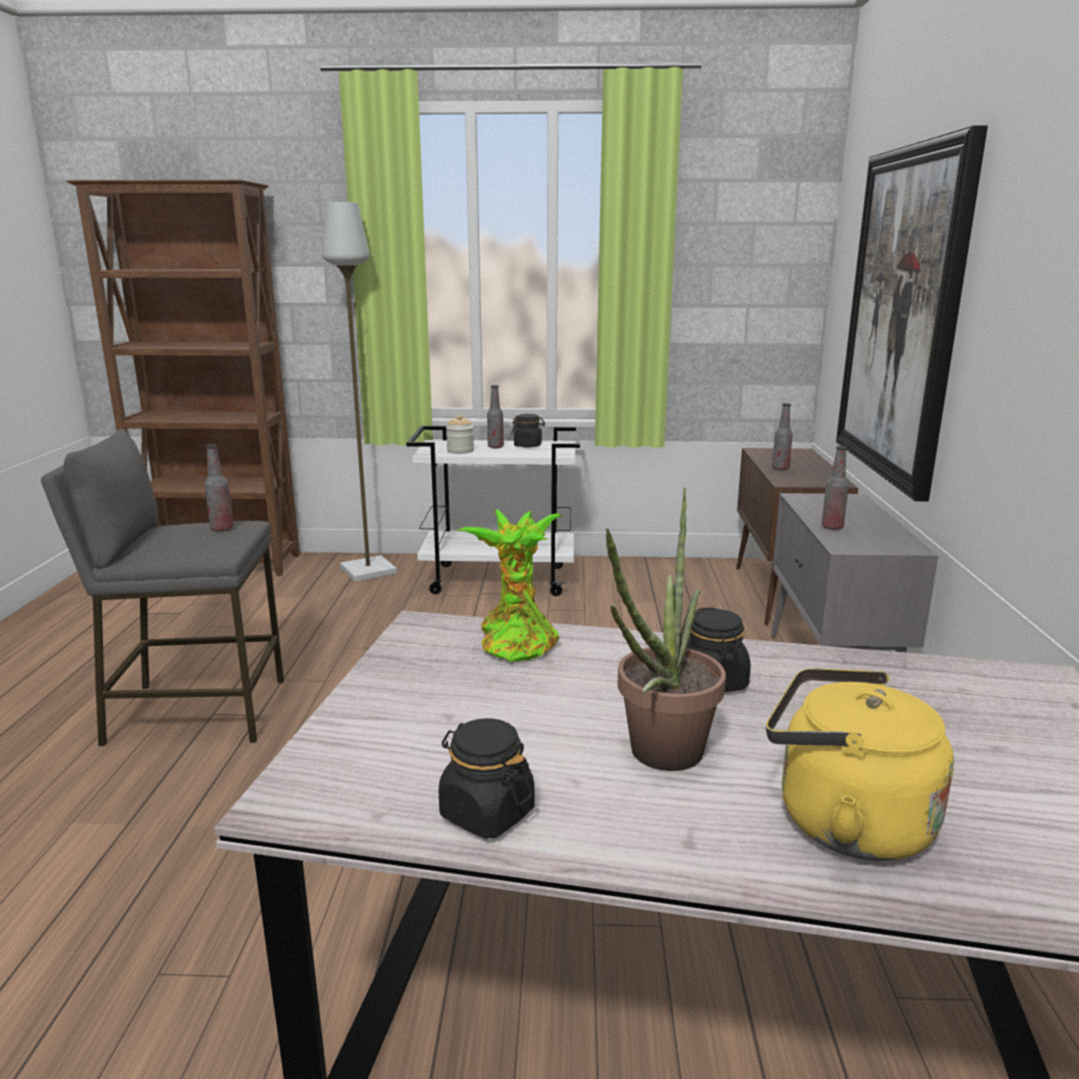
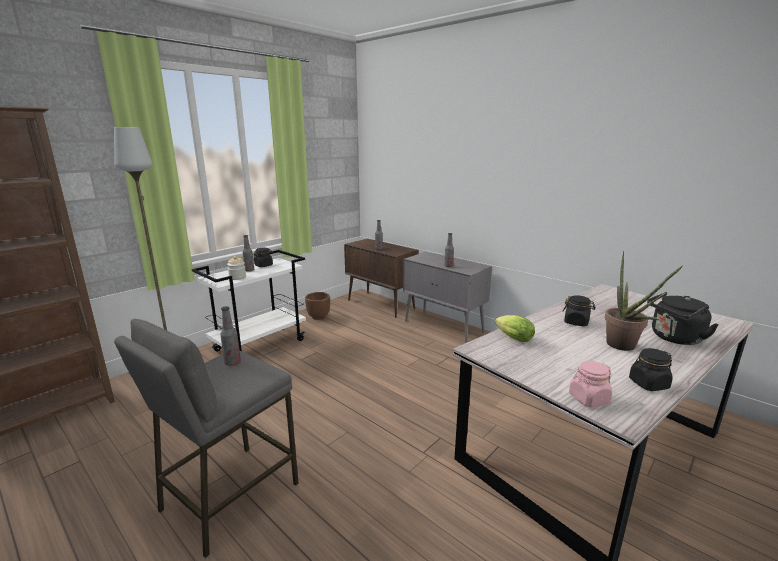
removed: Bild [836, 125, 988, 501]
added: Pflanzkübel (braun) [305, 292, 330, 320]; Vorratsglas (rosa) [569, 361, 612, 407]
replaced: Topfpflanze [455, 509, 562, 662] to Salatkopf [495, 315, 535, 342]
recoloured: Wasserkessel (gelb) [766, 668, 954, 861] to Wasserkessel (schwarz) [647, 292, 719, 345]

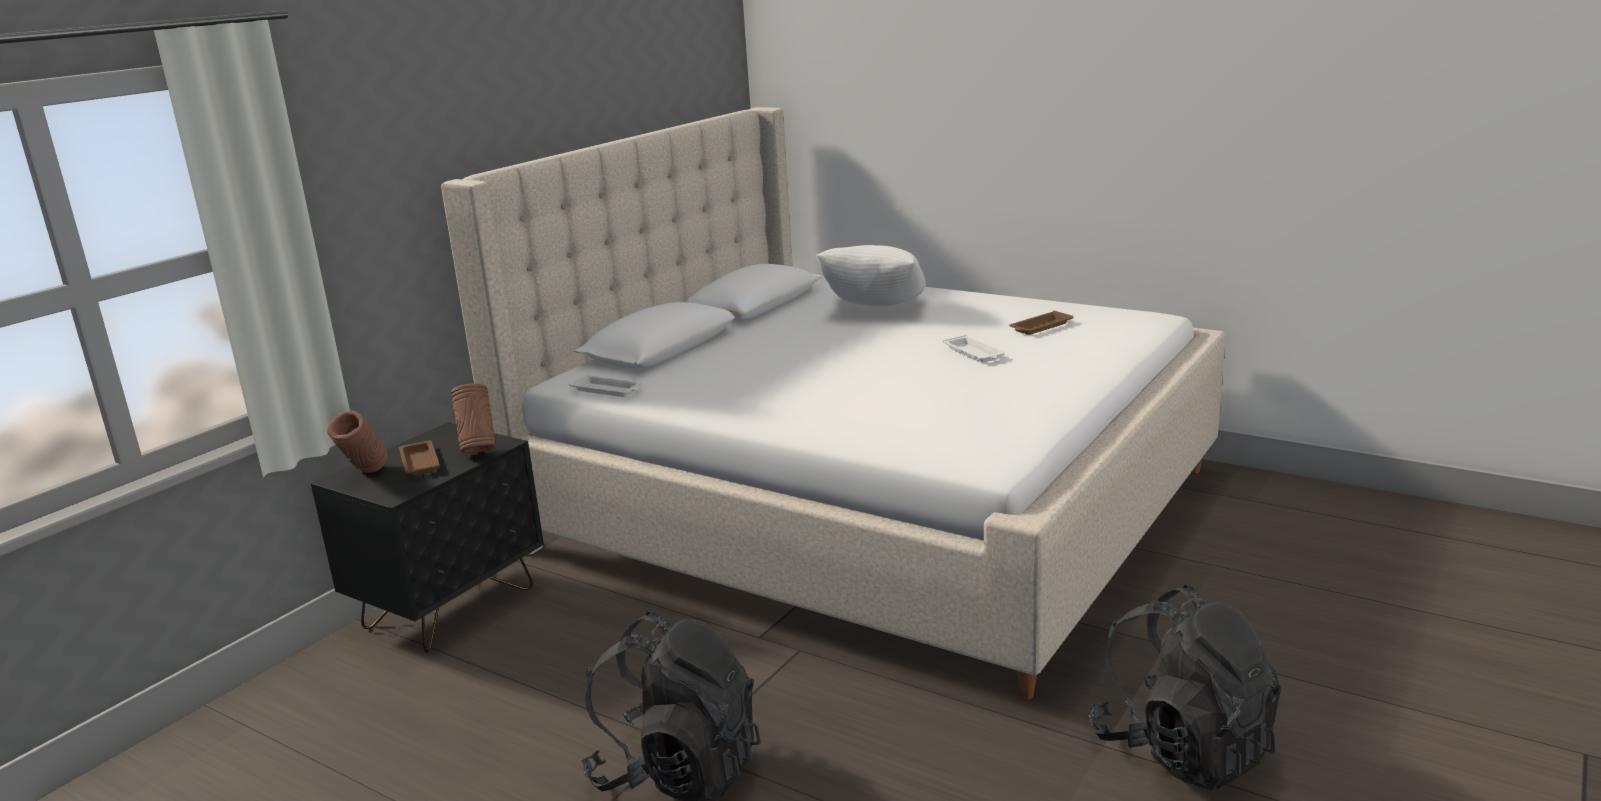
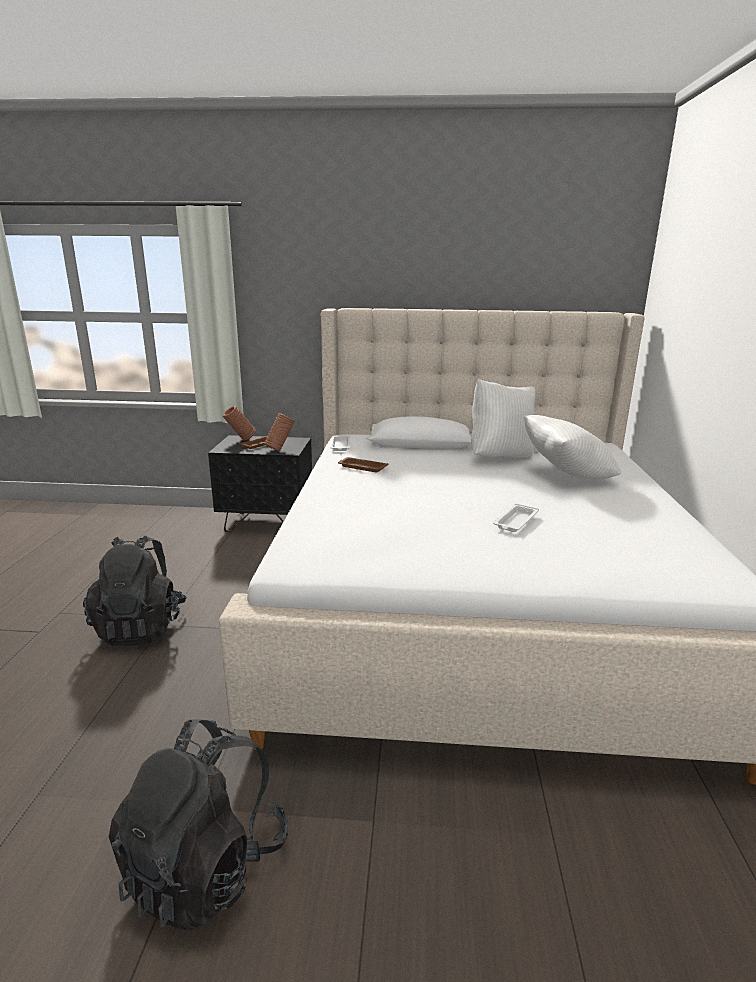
added: Kissen (weiß) [471, 379, 535, 458]
moved: Tablett (braun) [1009, 311, 1074, 335] to [338, 457, 389, 472]

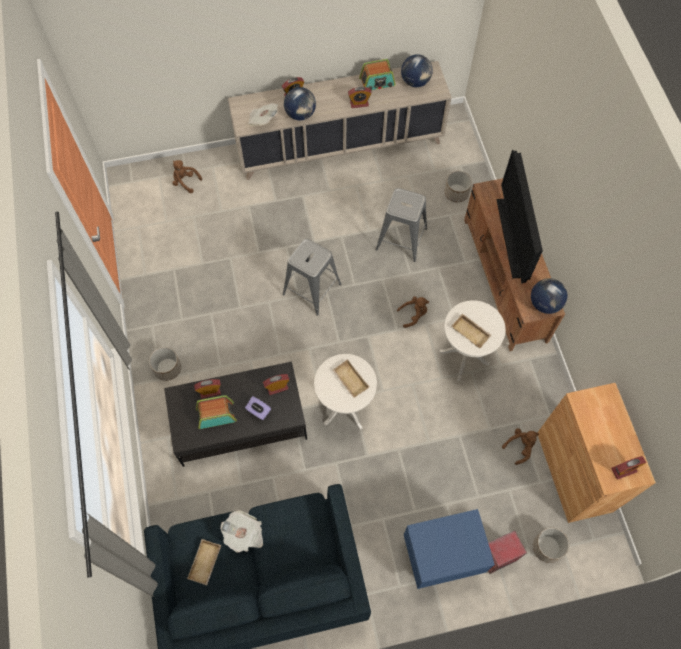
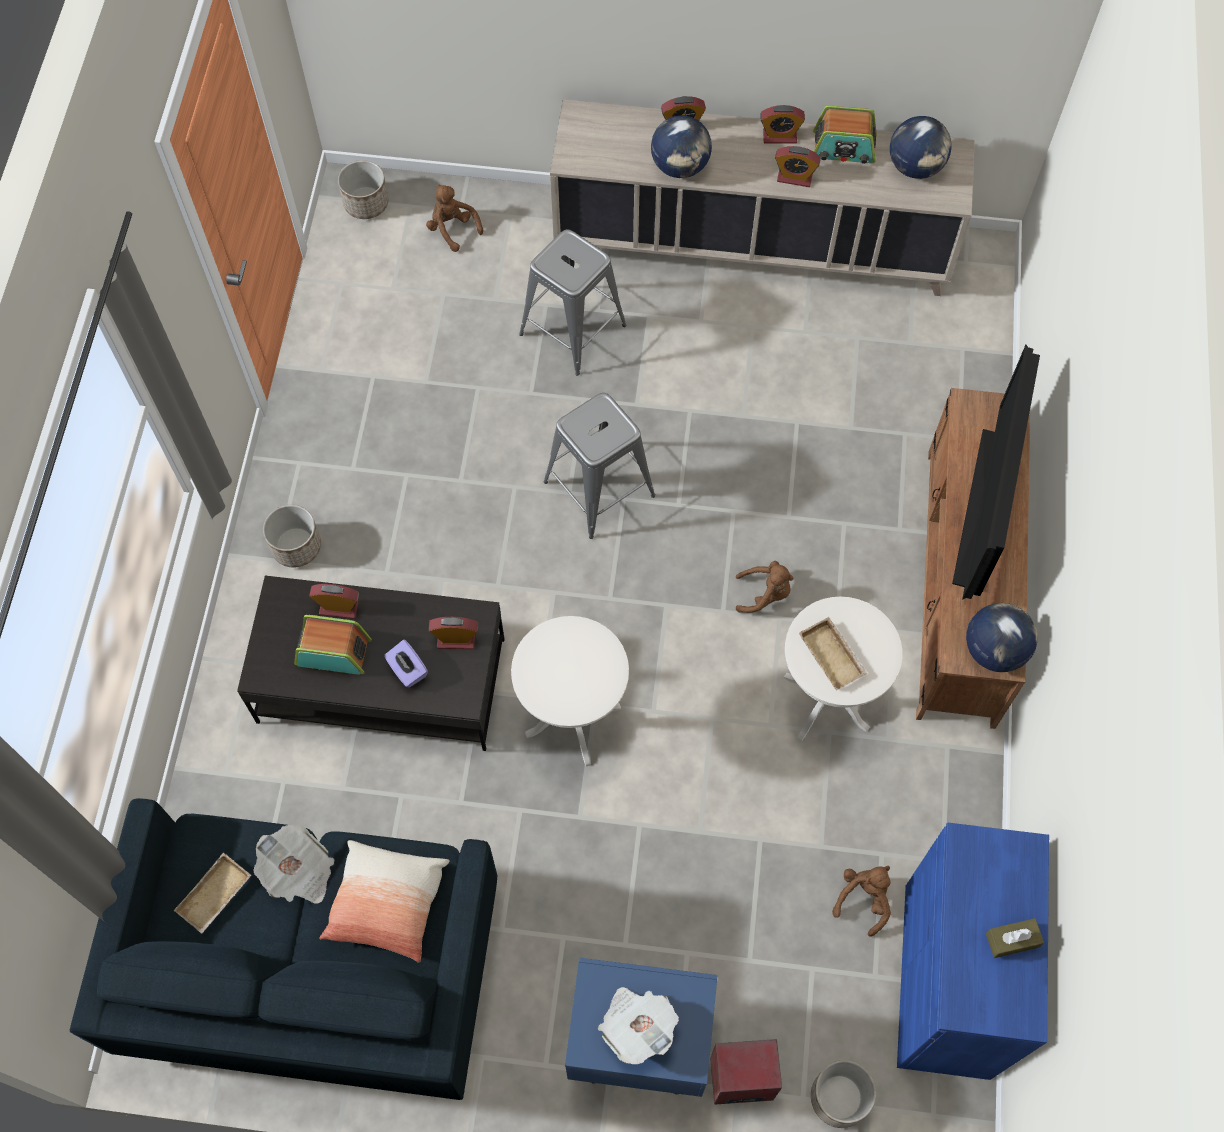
removed: Tablett (beige) [332, 359, 370, 398]
added: Kissen [319, 840, 450, 963]; Taschentuchbox (braun) [986, 918, 1044, 958]
moved: Pflanzkübel [445, 171, 472, 203] to [338, 160, 389, 219]; Hocker (grau) [376, 188, 427, 262] to [519, 229, 626, 376]; Zeitung [248, 103, 278, 126] to [598, 987, 679, 1064]; Wecker [611, 456, 646, 480] to [760, 105, 805, 144]
recoloured: Schrank (braun) [537, 383, 656, 523] to Schrank (blau) [897, 823, 1049, 1080]
turned: Plüschtier (braun) [502, 428, 539, 465] = [832, 866, 891, 937] 45 degrees counterclockwise

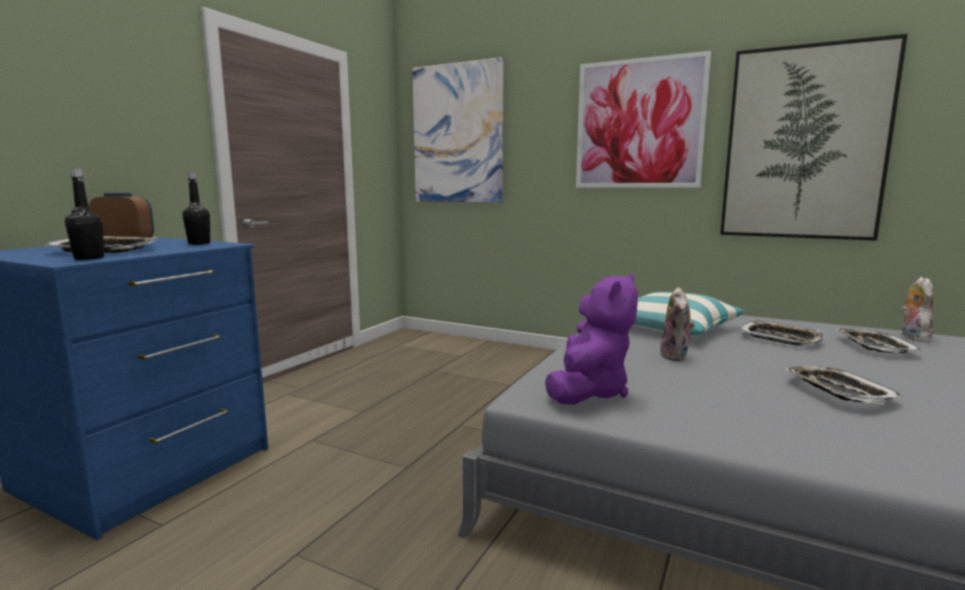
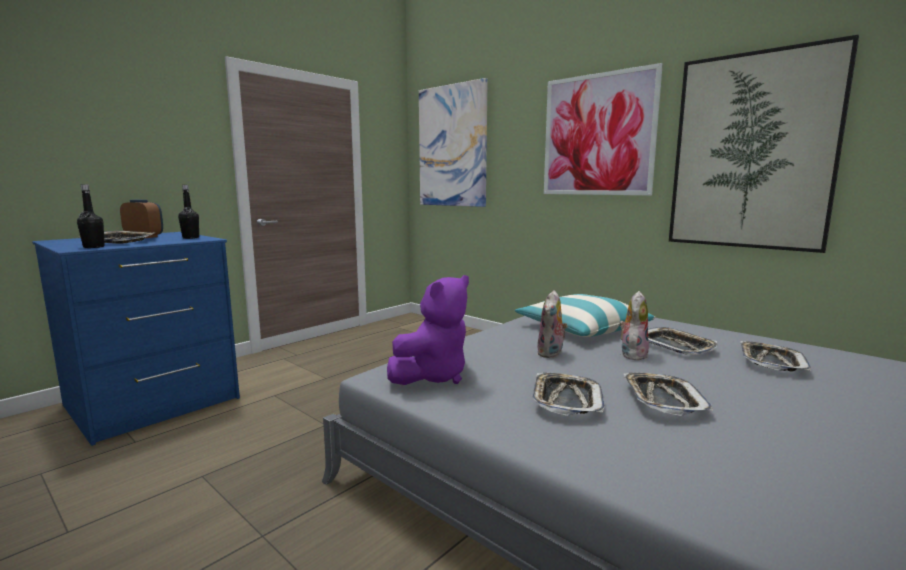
added: Tablett [533, 373, 605, 416]
moved: Plüschtier [901, 277, 934, 342] to [619, 291, 649, 360]

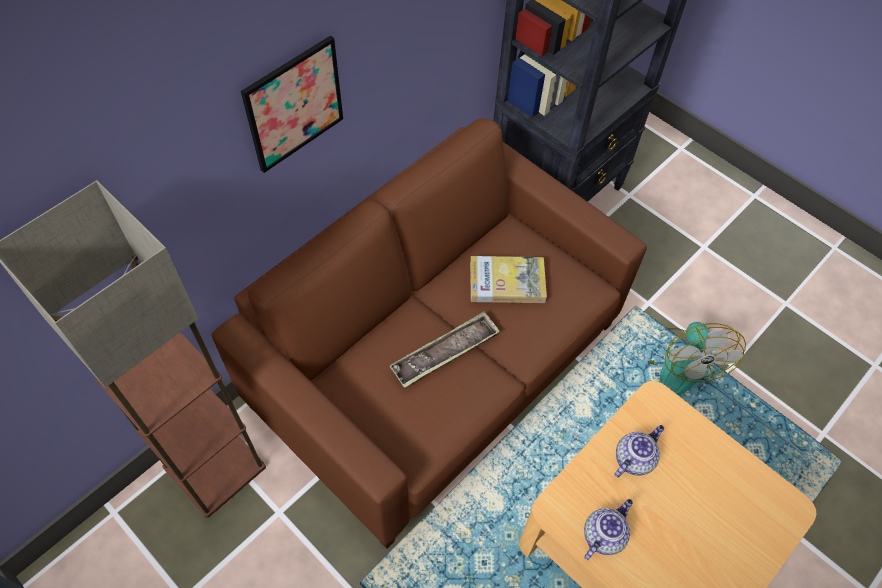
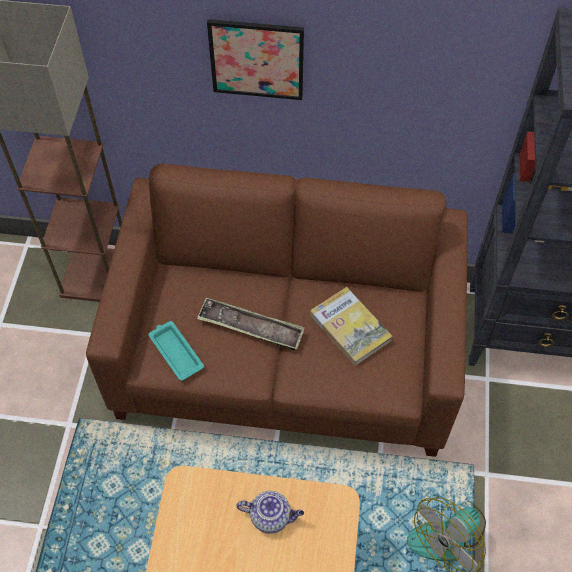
removed: Teekanne [584, 499, 633, 560]
added: Tablett (türkis) [148, 321, 204, 381]

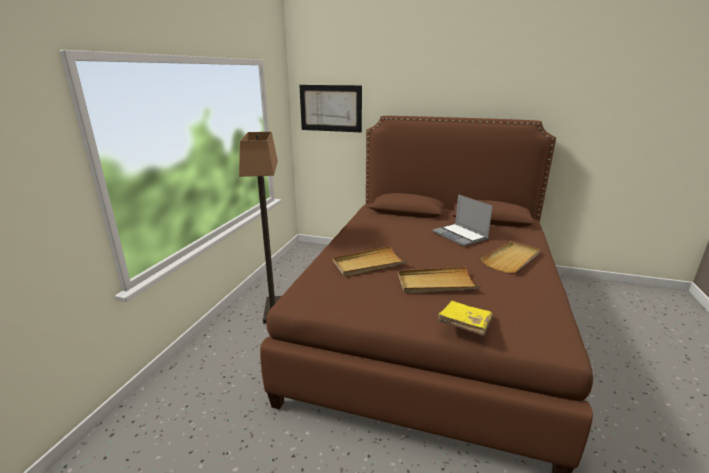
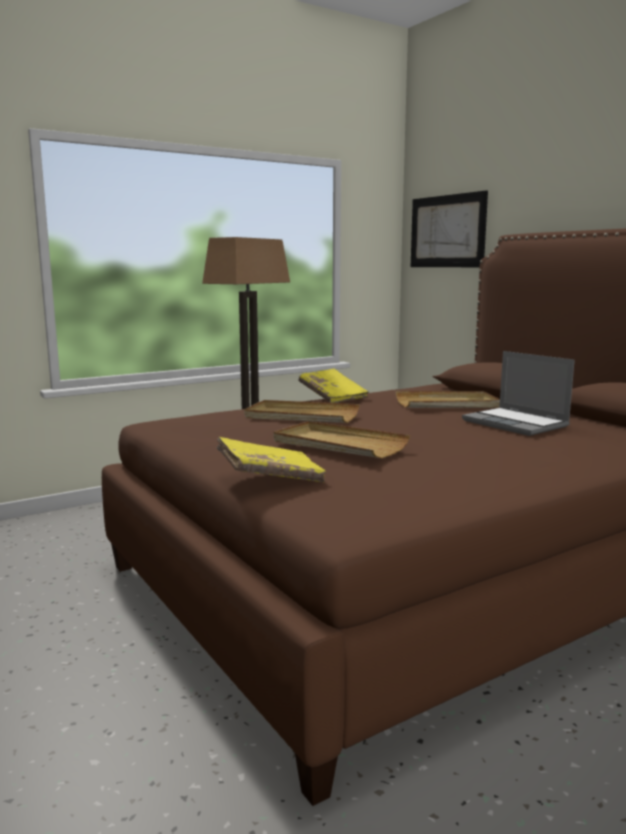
added: Buch (gelb) [298, 368, 369, 403]
moved: Tablett (beige) [481, 241, 540, 273] to [396, 391, 500, 408]
turned: Laptop [433, 194, 493, 246] = [462, 351, 575, 436] 45 degrees counterclockwise

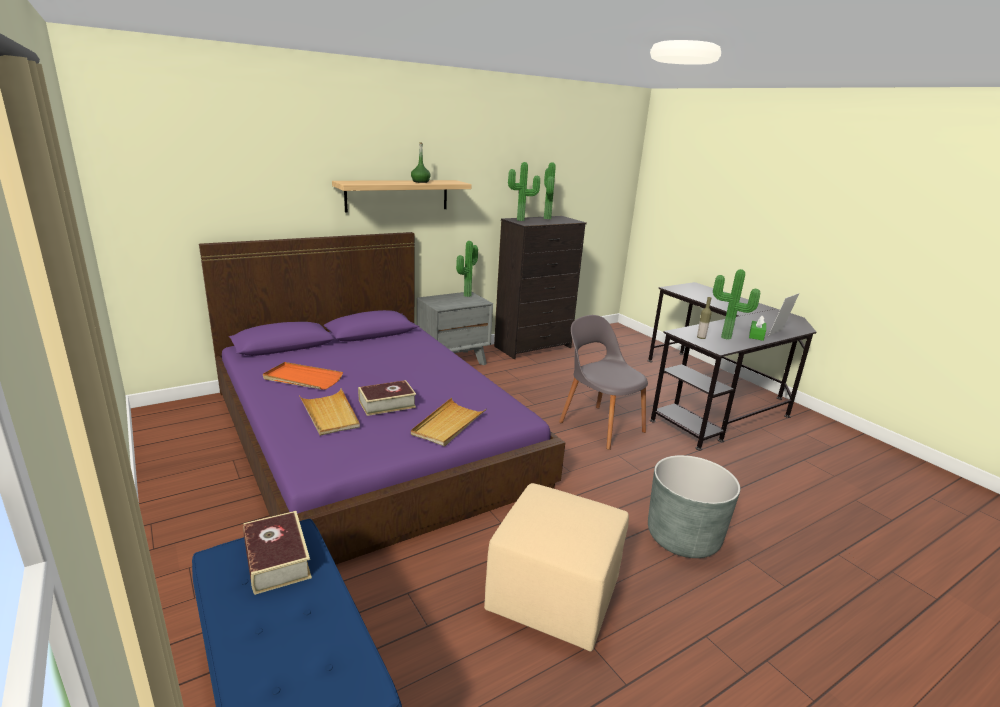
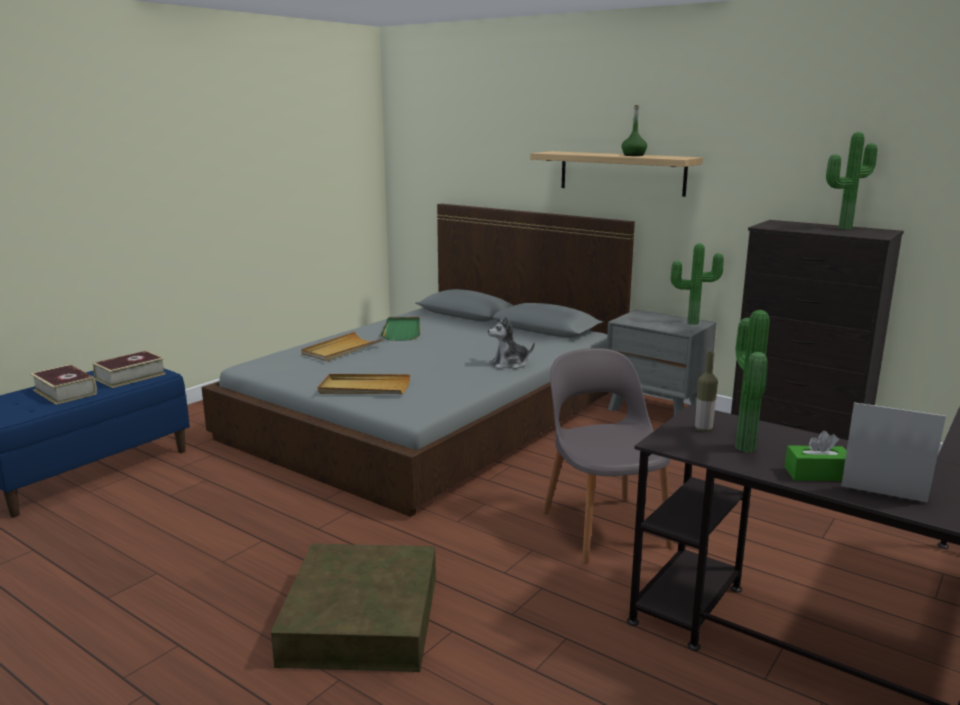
removed: Polsterhocker (beige) [484, 483, 629, 651]; Topfpflanze [508, 162, 540, 221]
added: Plüschtier [488, 316, 535, 369]
moved: Buch [358, 380, 416, 416] to [30, 365, 97, 405]
replaced: Pflanzkübel (grau) [648, 455, 740, 558] to Aufbewahrungsbox (braun) [271, 543, 436, 672]
recoloured: Bett (lila) [199, 232, 565, 564] to Bett (grau) [201, 204, 635, 517]; Tablett (orange) [263, 362, 343, 390] to Tablett (grün) [381, 317, 420, 341]
turned: Stuhl (grau) [559, 315, 648, 450] = [543, 348, 673, 564] 45 degrees counterclockwise

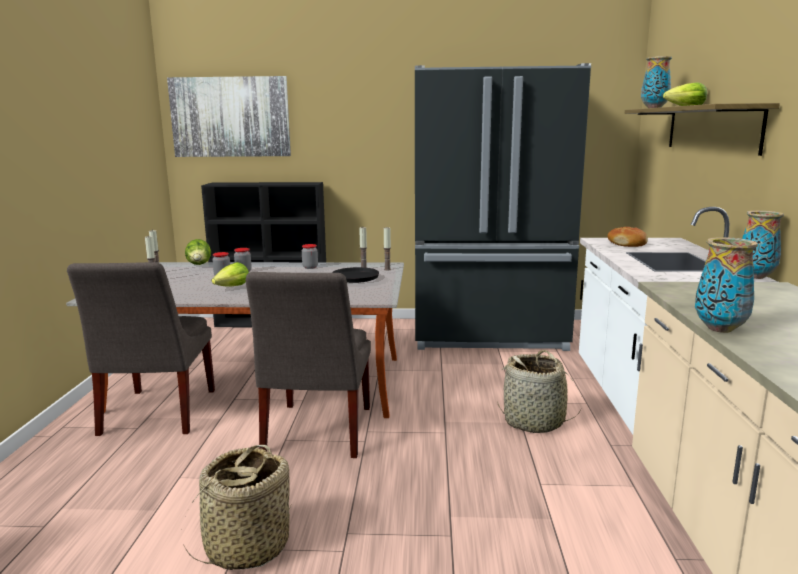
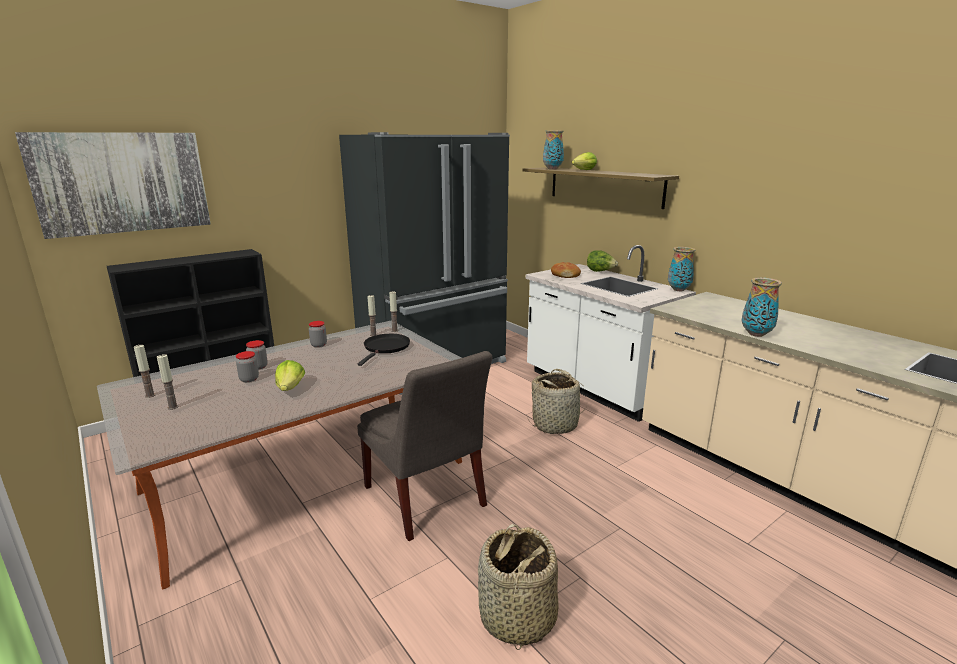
removed: Stuhl (grau) [67, 262, 215, 436]
moved: Salatkopf [185, 239, 211, 265] to [587, 250, 618, 272]

